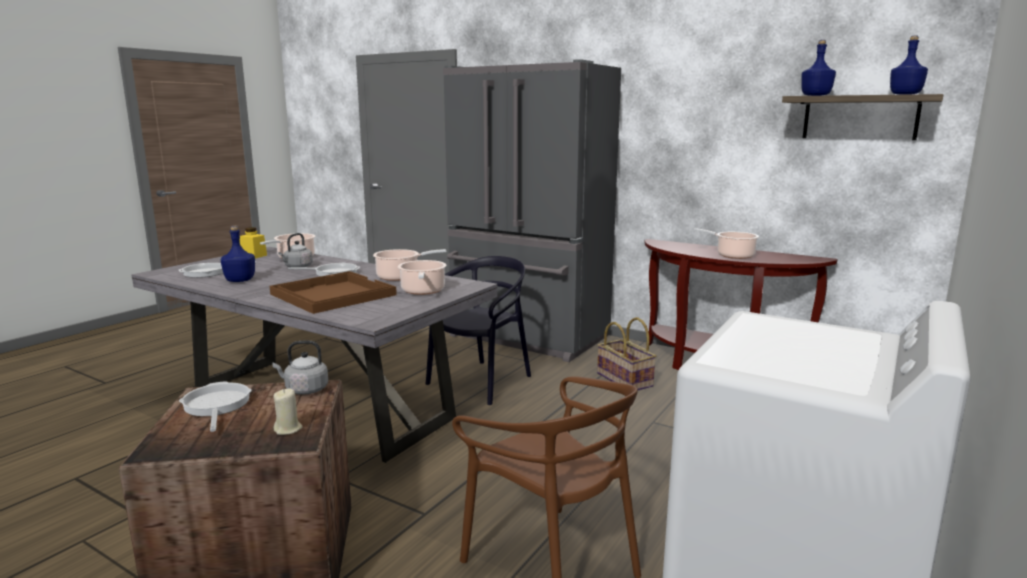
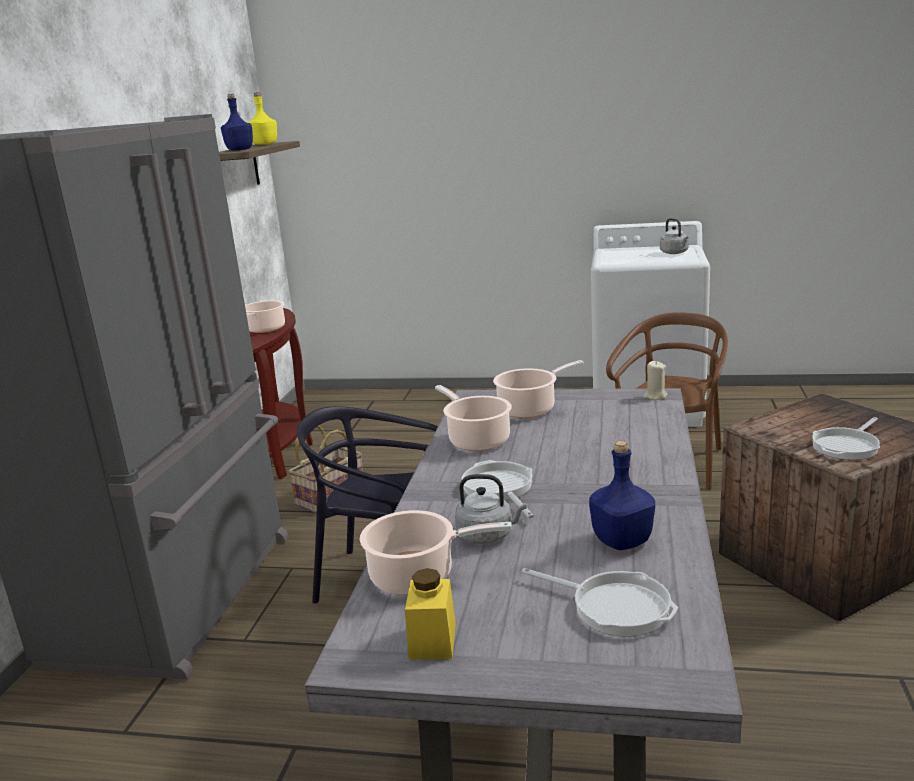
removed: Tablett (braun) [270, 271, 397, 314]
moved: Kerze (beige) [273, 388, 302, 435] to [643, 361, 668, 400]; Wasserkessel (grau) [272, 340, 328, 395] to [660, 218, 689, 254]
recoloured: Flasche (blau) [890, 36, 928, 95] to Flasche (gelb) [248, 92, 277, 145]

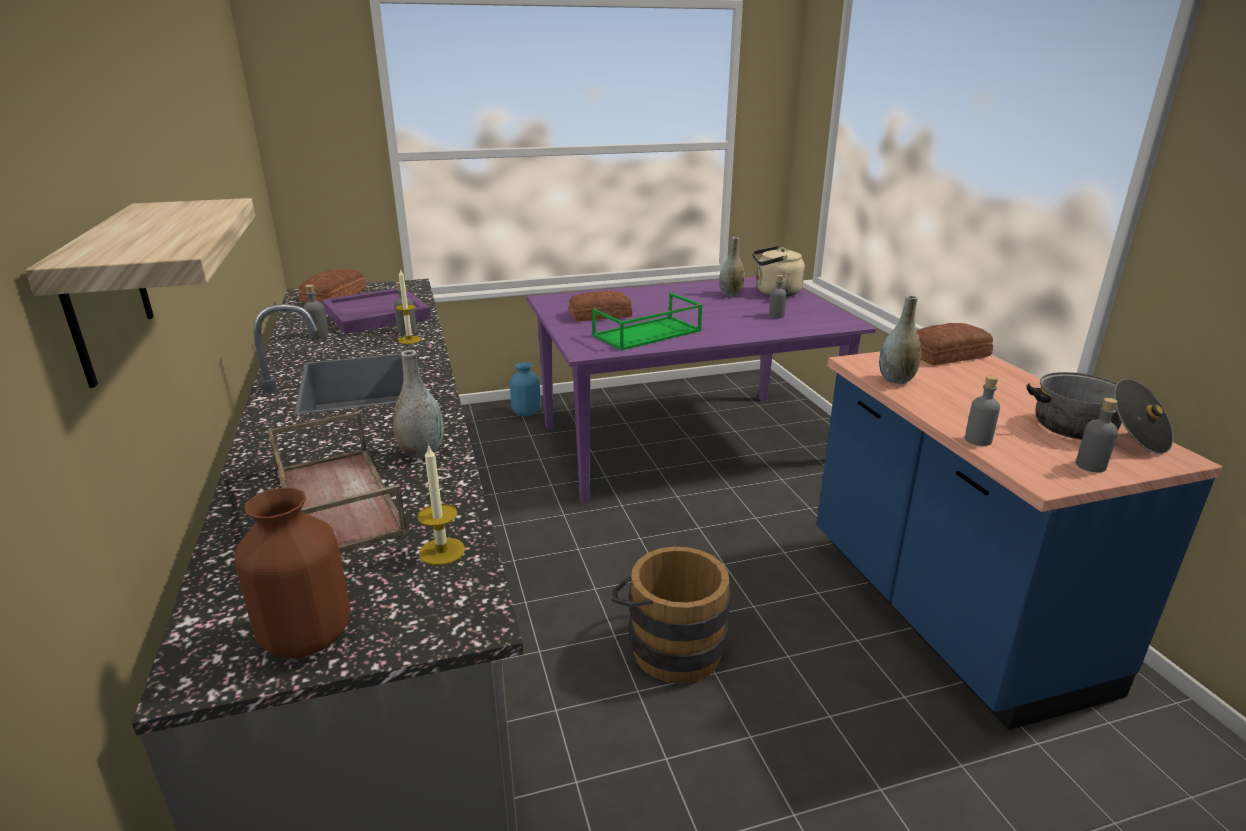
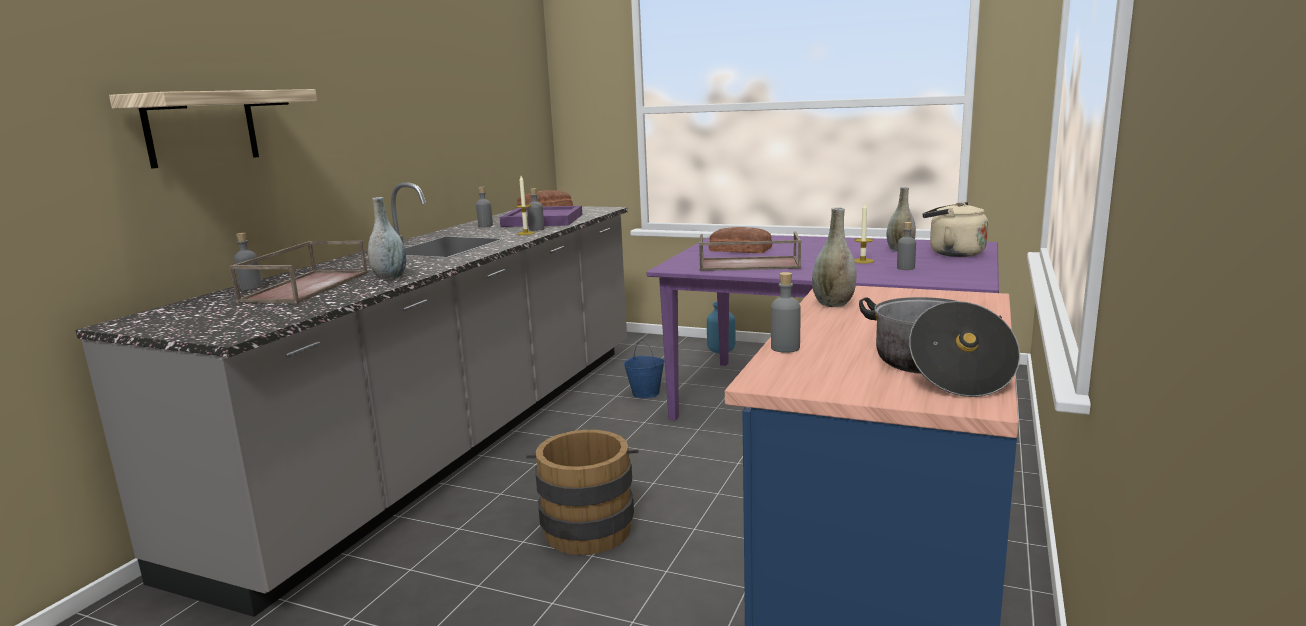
removed: Vase (braun) [234, 488, 351, 658]; Brot [916, 323, 993, 366]
added: Eimer (blau) [624, 339, 665, 398]
moved: Flasche (grau) [1076, 398, 1118, 472] to [234, 233, 262, 290]; Kerze [417, 444, 465, 565] to [854, 203, 874, 264]
recoloured: Tablett (grün) [592, 293, 703, 351] to Tablett (braun) [699, 231, 801, 271]

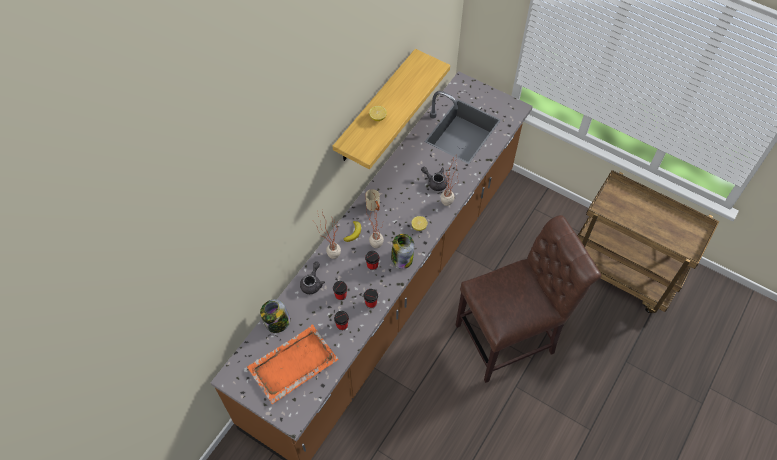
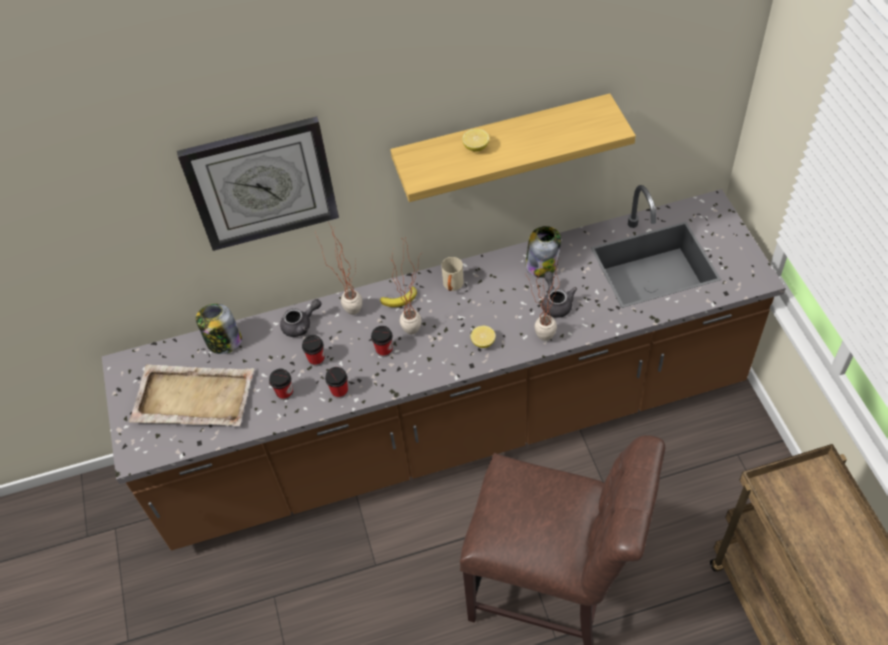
added: Wanduhr [177, 116, 339, 251]
moved: Vorratsglas [391, 234, 414, 269] to [525, 226, 561, 278]
recoloured: Tablett (orange) [247, 325, 338, 404] to Tablett (beige) [129, 364, 254, 426]

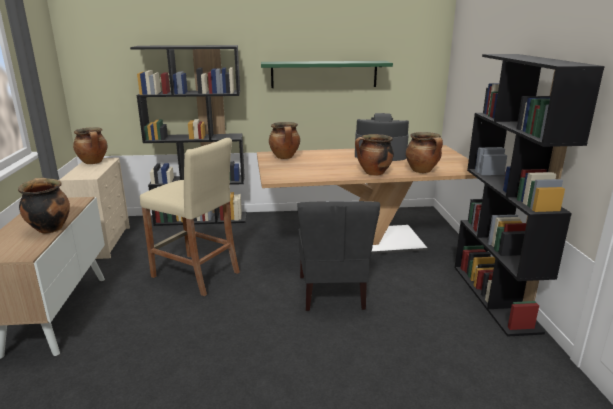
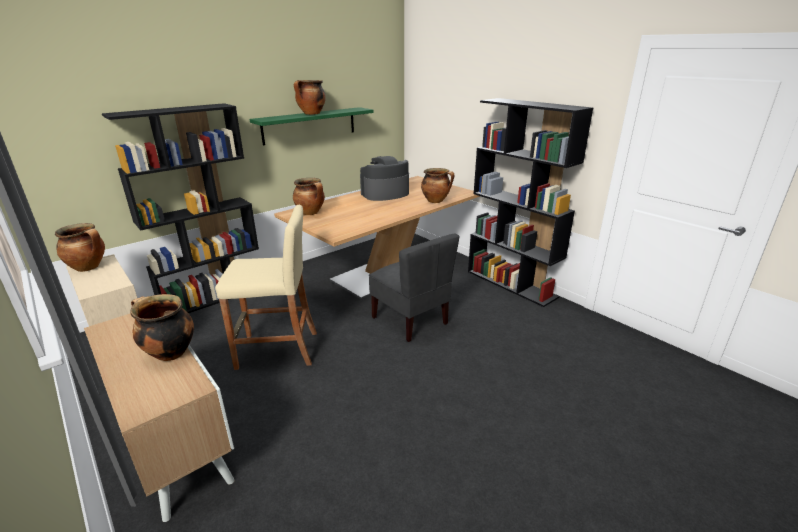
moved: Kochtopf [355, 134, 394, 176] to [294, 80, 326, 115]

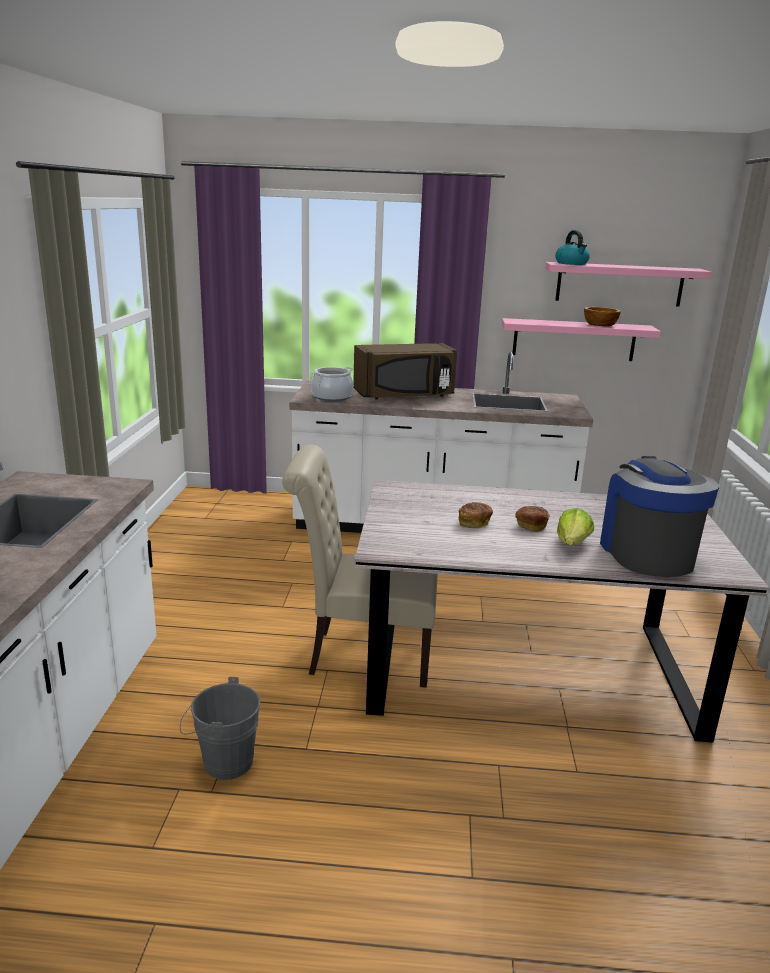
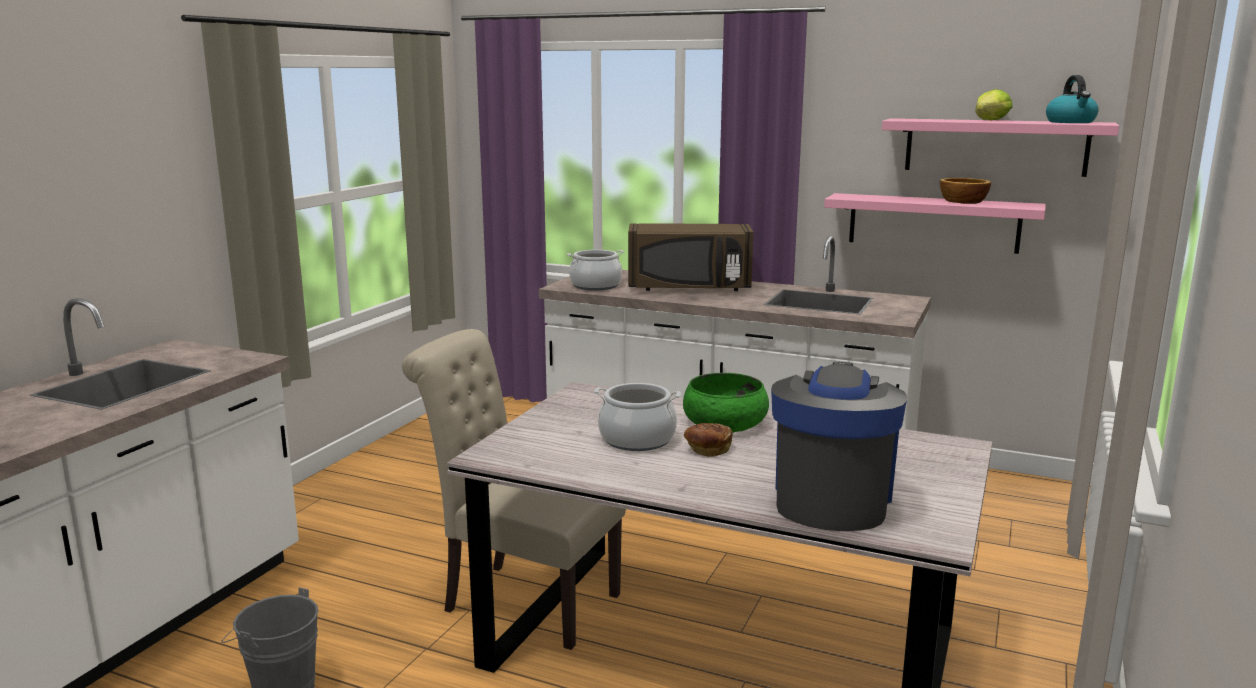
added: Schüssel (grün) [683, 373, 769, 433]
moved: Salatkopf [557, 508, 594, 546] to [975, 89, 1013, 120]; Wasserkessel [555, 230, 590, 265] to [1046, 75, 1099, 123]
replaced: Brot [459, 502, 493, 528] to Kochtopf [594, 383, 681, 451]

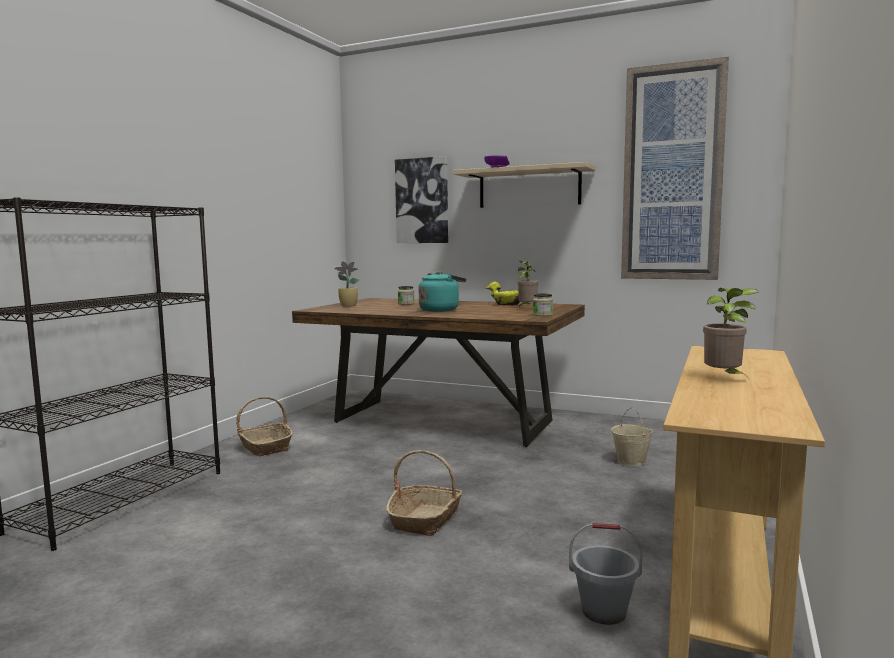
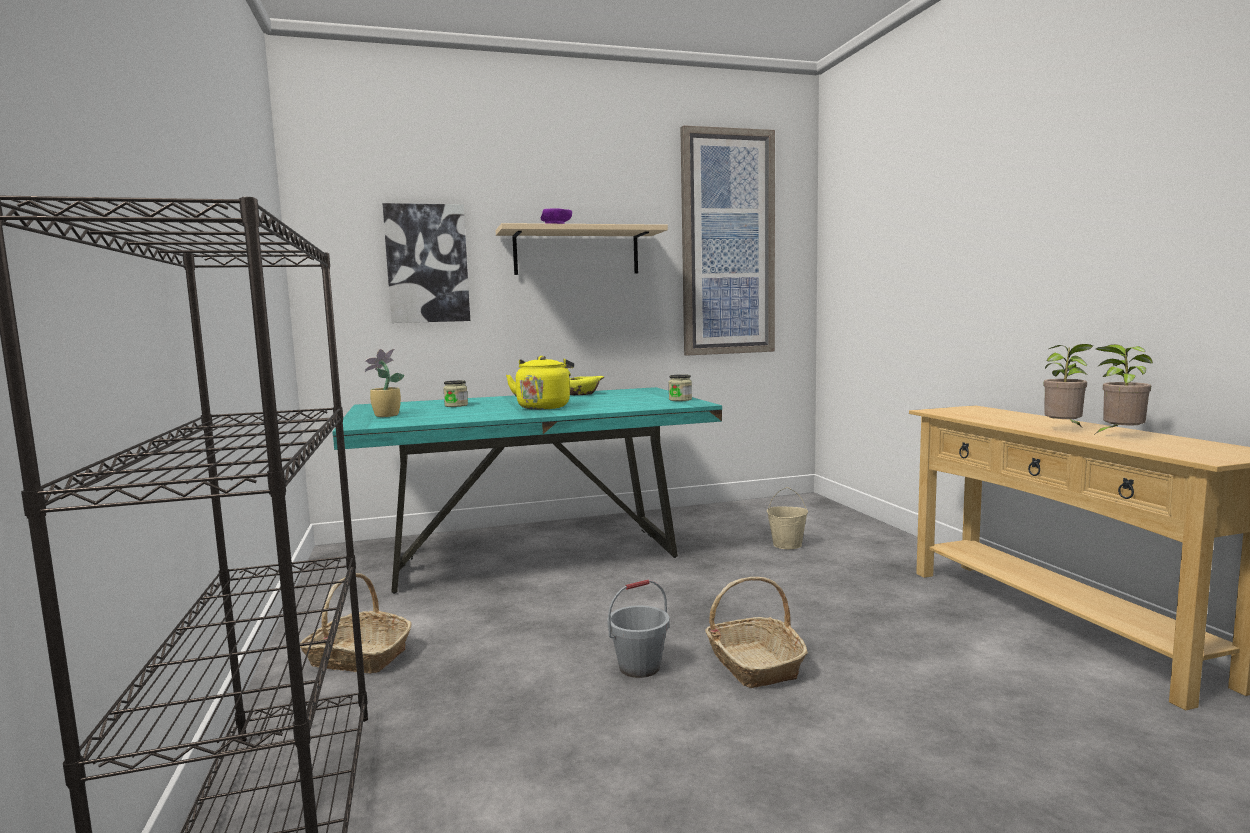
moved: Eimer (grau) [569, 523, 643, 625] to [607, 580, 670, 678]; Topfpflanze [517, 261, 539, 308] to [1094, 344, 1153, 435]
recoloured: Esstisch (braun) [292, 298, 585, 447] to Esstisch (türkis) [332, 387, 722, 594]; Wasserkessel (türkis) [419, 271, 466, 312] to Wasserkessel (gelb) [506, 356, 574, 410]

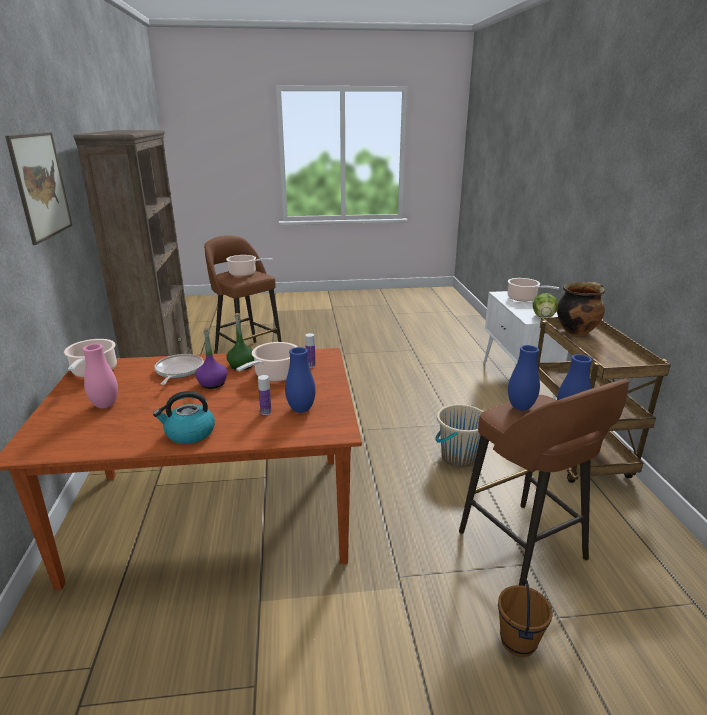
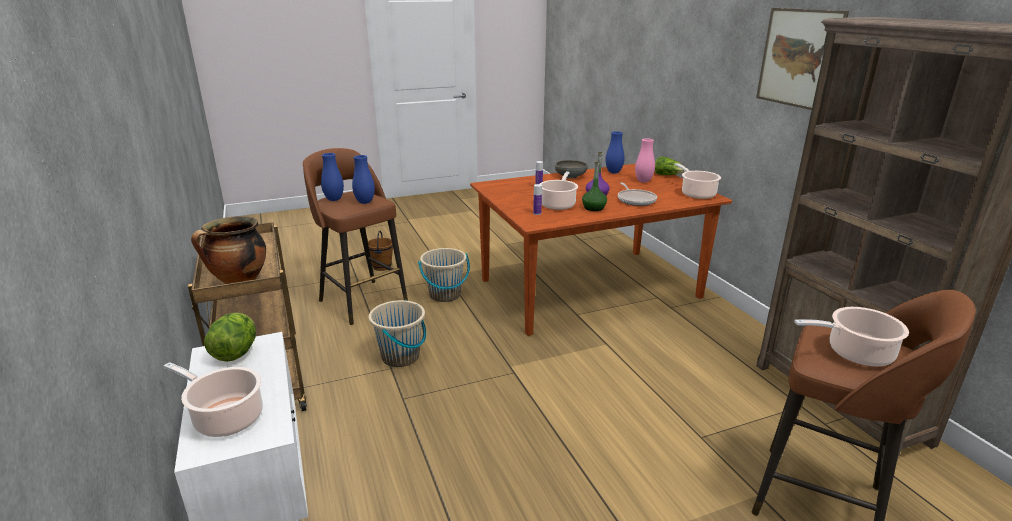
added: Eimer (beige) [418, 248, 470, 302]; Salatkopf [655, 156, 685, 175]
moved: Vase (blau) [285, 347, 316, 413] to [605, 131, 625, 173]
replaced: Wasserkessel [153, 391, 215, 444] to Schüssel (grau) [555, 160, 588, 179]

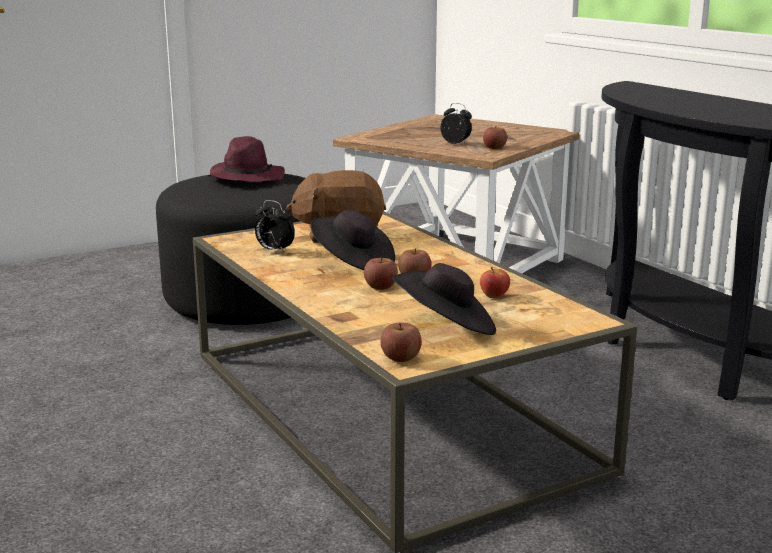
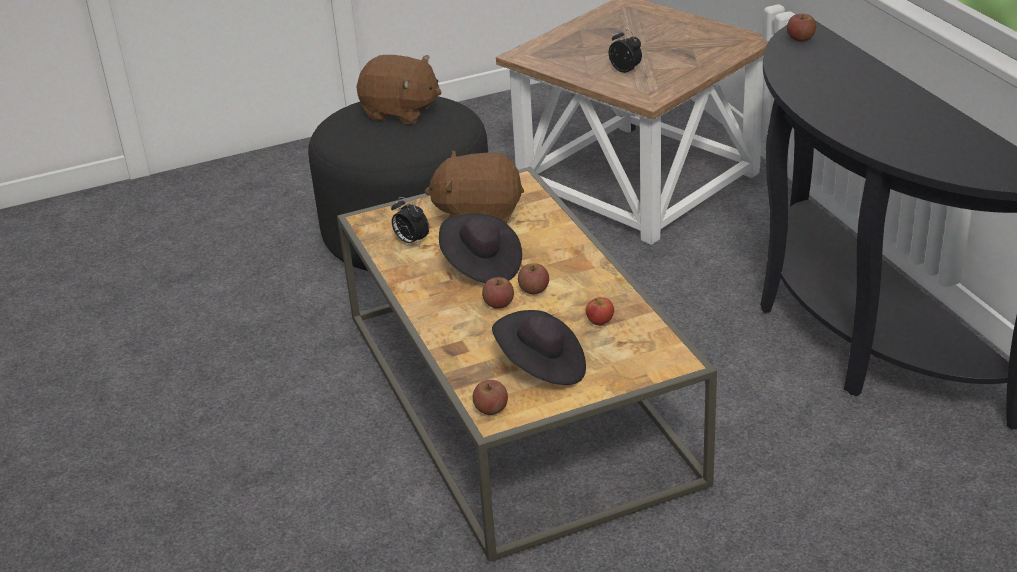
moved: Apfel [483, 126, 507, 149] to [787, 14, 816, 42]
replaced: Hut (lila) [208, 136, 285, 182] to Plüschtier (braun) [357, 55, 442, 124]

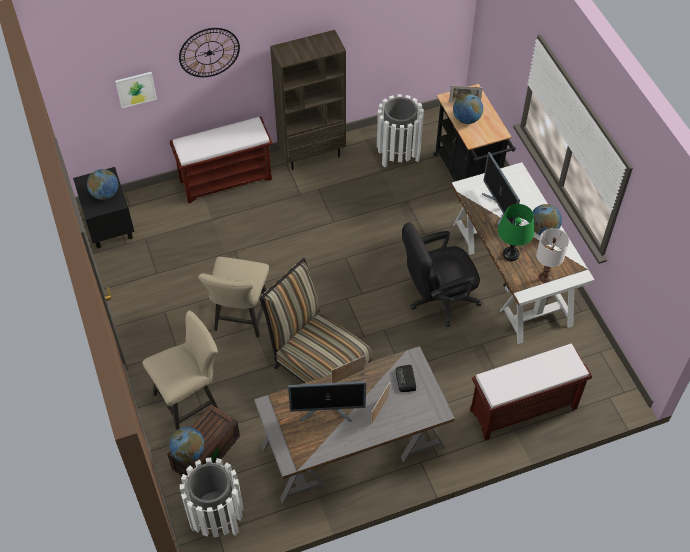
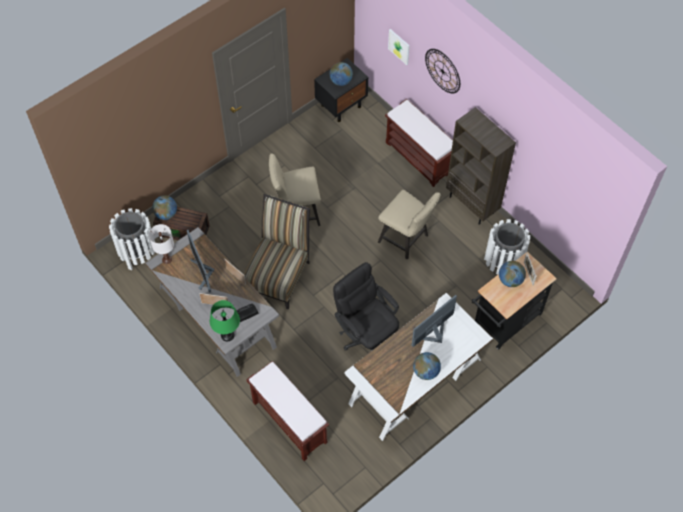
moved: Tischlampe (weiß) [536, 228, 569, 283] to [149, 224, 174, 264]; Tischlampe (grün) [498, 204, 534, 261] to [210, 300, 240, 341]; Stuhl (beige) [142, 310, 219, 430] to [378, 190, 441, 260]

